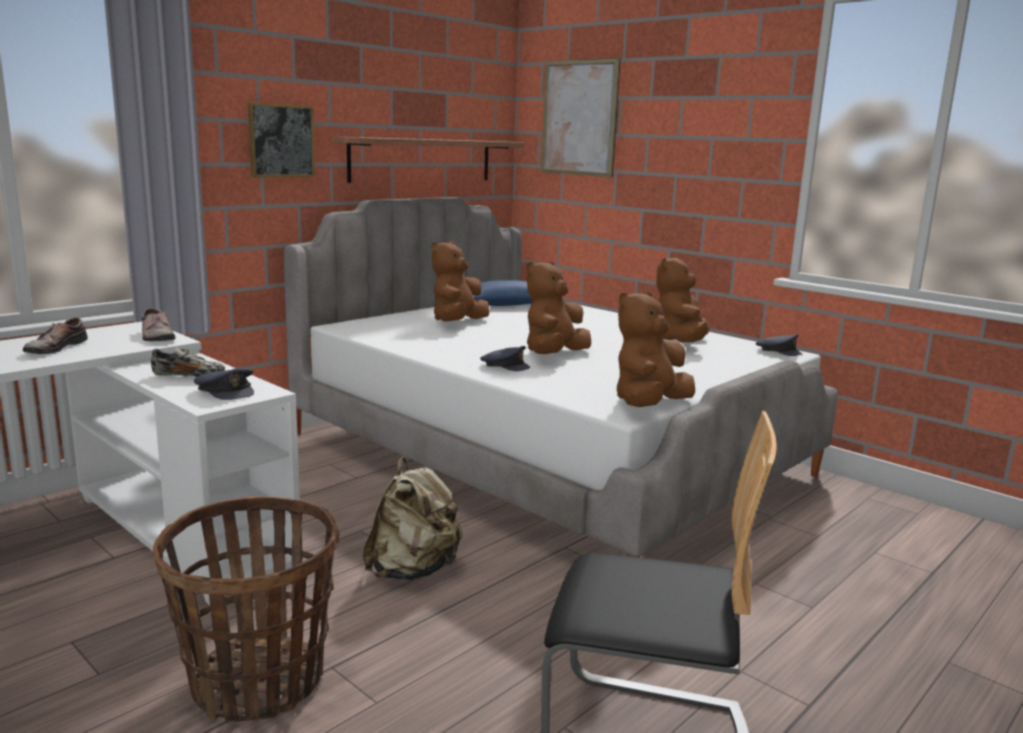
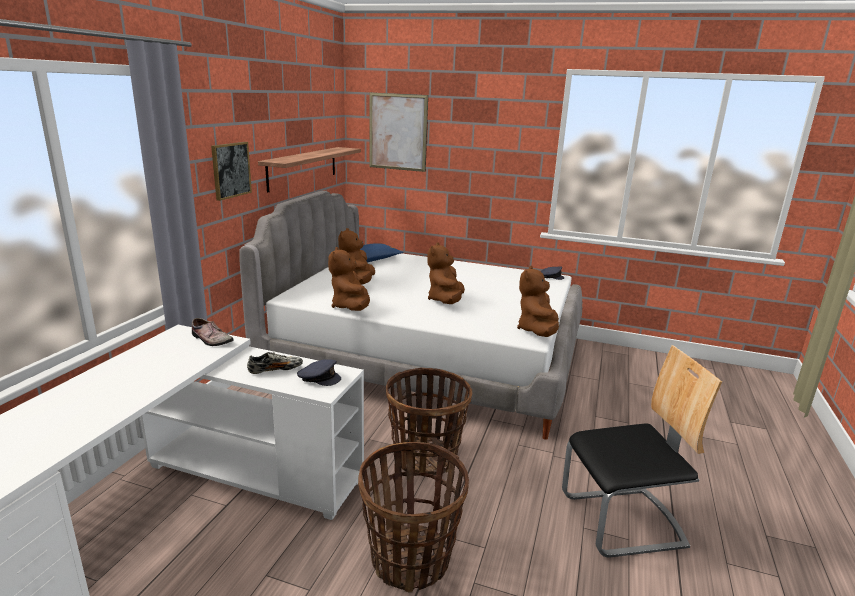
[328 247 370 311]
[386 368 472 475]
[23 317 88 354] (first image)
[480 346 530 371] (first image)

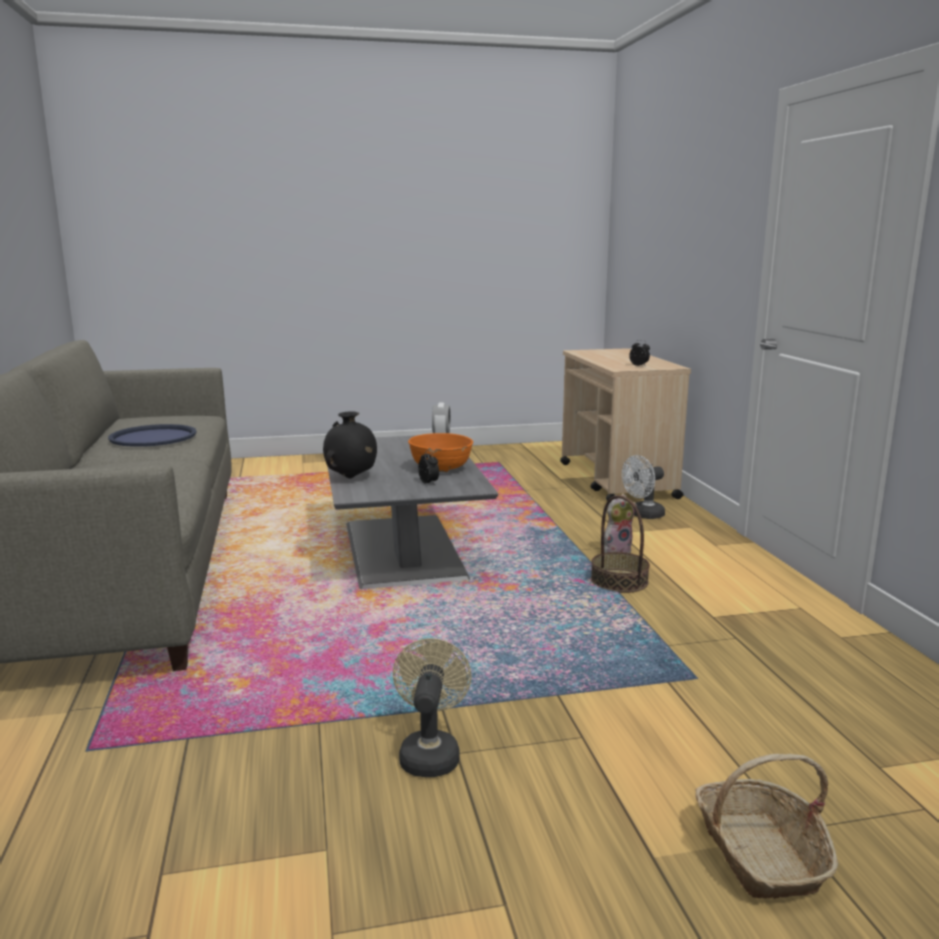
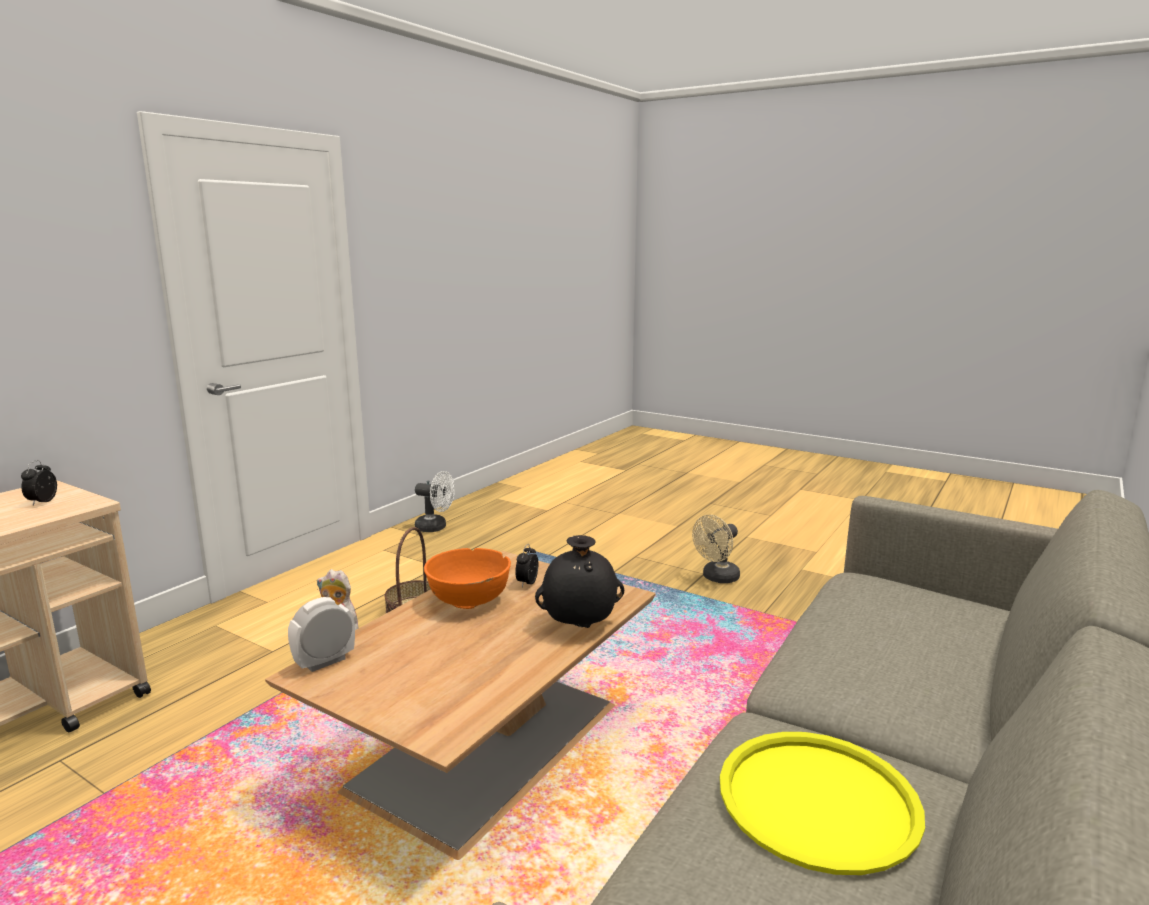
[265 551 656 860]
[415 471 455 532]
[720 732 925 875]
[695 754 838 899] (first image)

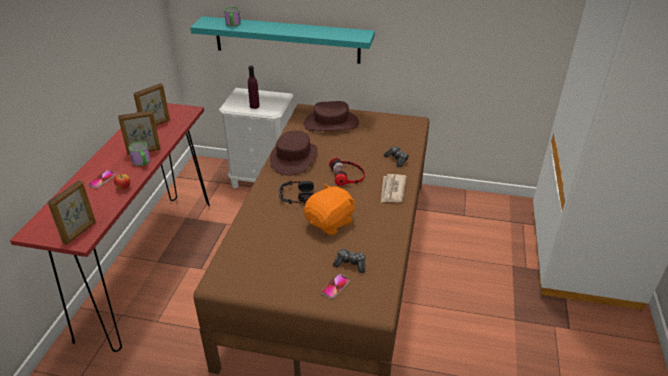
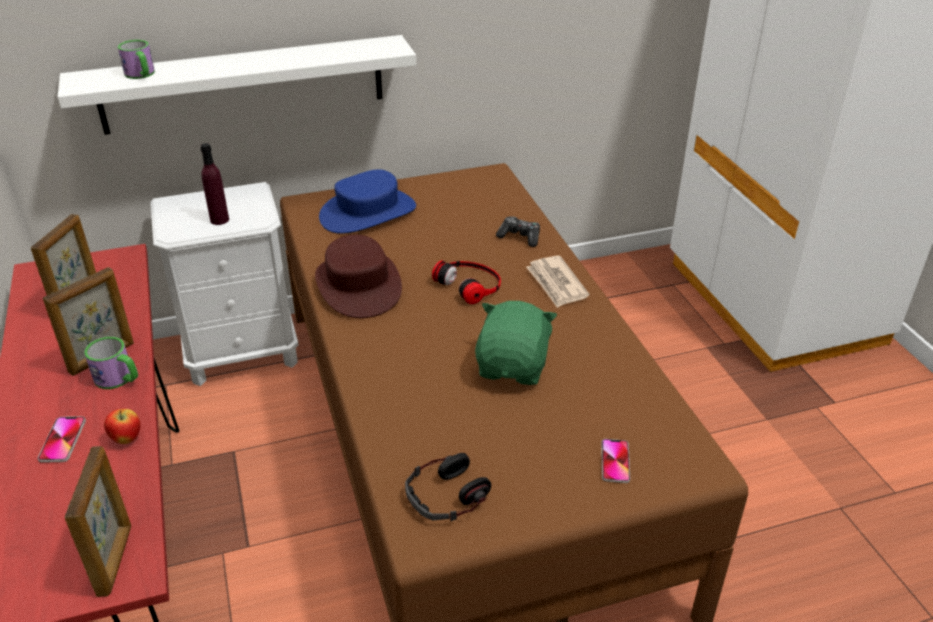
[57 35 416 135]
[319 169 416 234]
[405 453 491 521]
[475 301 557 385]
[333 249 366 273] (first image)

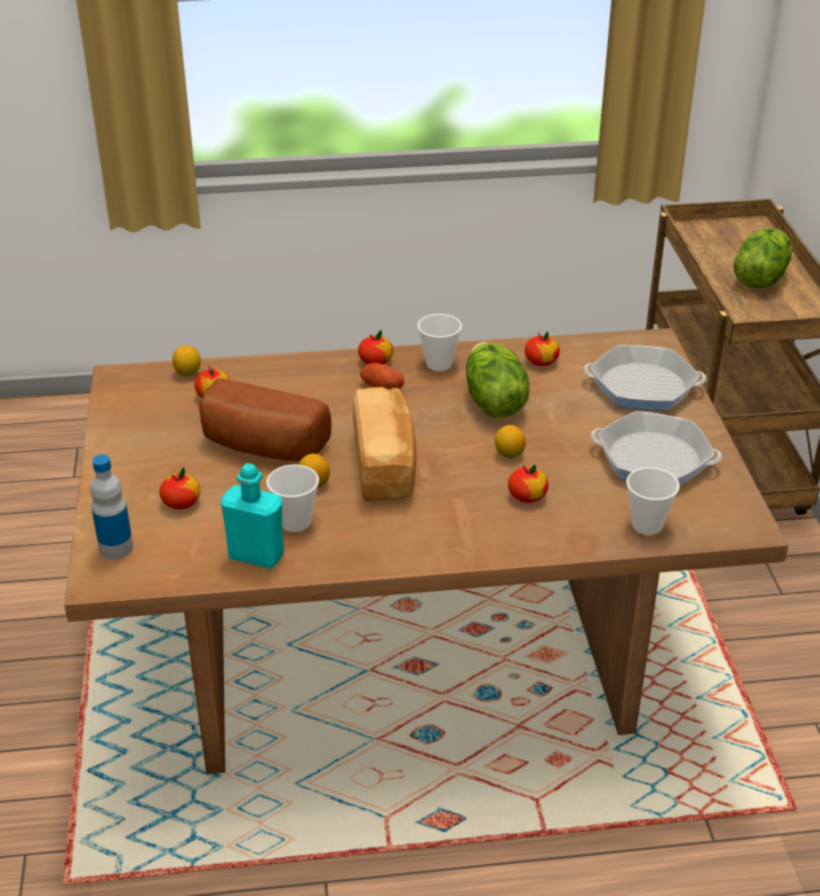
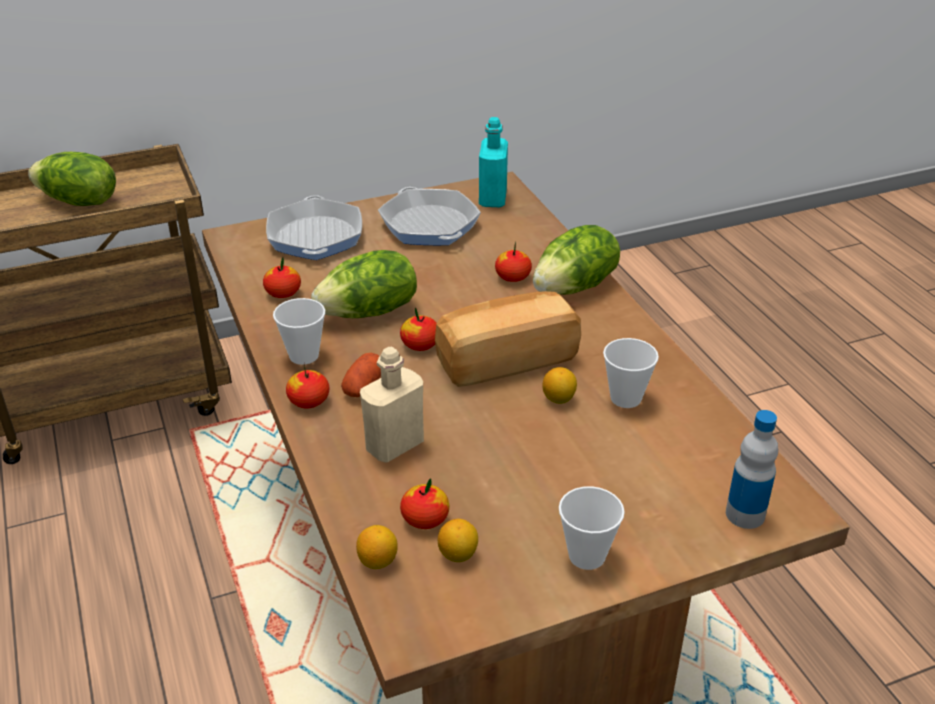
[360 347 424 463]
[378 187 481 245]
[400 308 437 351]
[438 519 478 562]
[479 117 508 207]
[533 225 620 295]
[559 486 625 570]
[199 378 331 461] (first image)

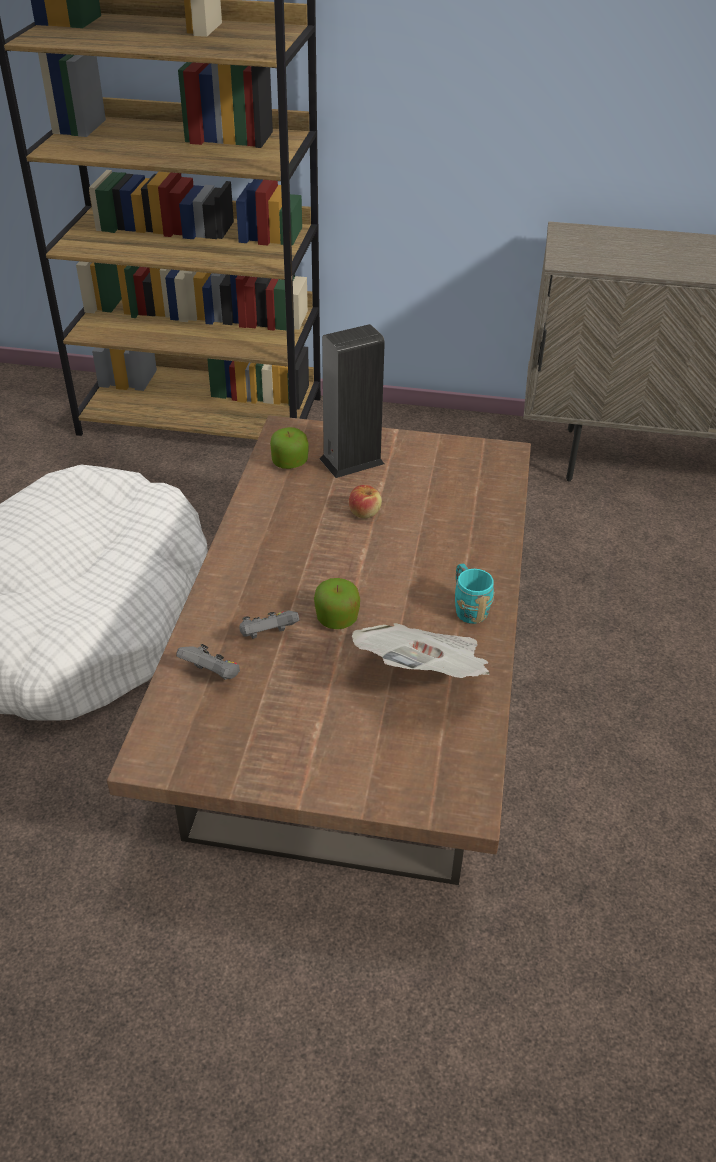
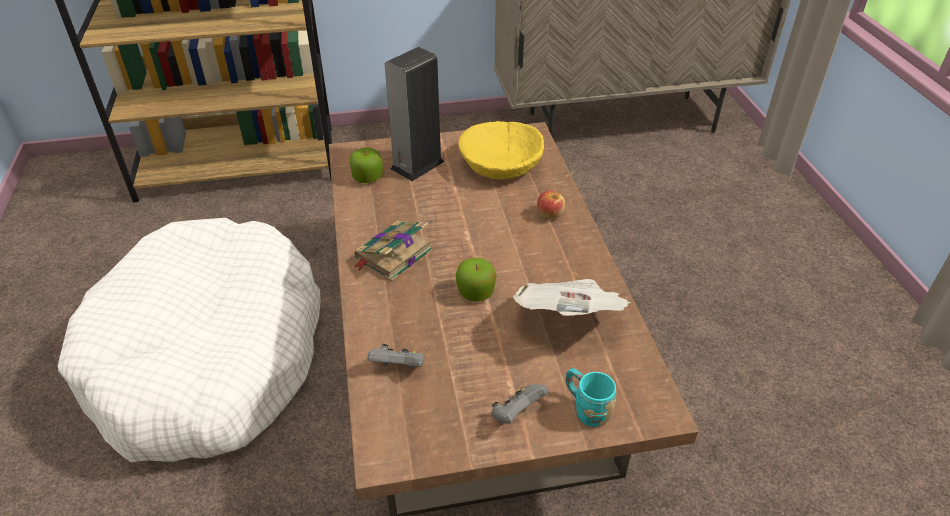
[353 221 433 281]
[458 121 544 180]
[492 384 549 424]
[537 191 565 219]
[566 368 616 427]

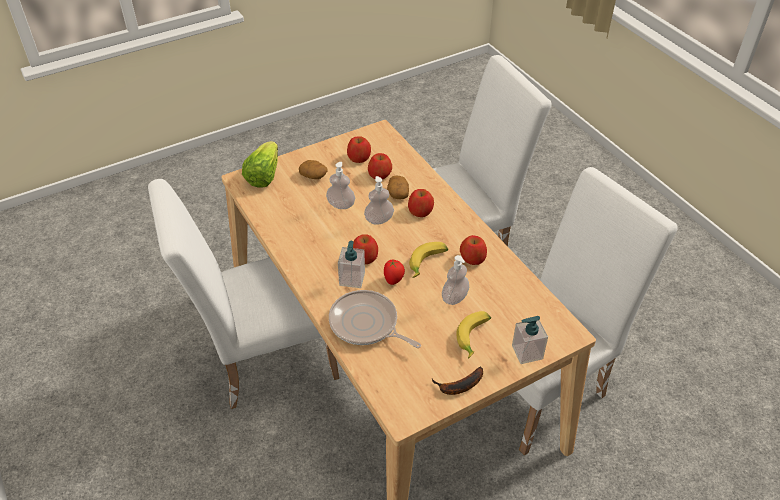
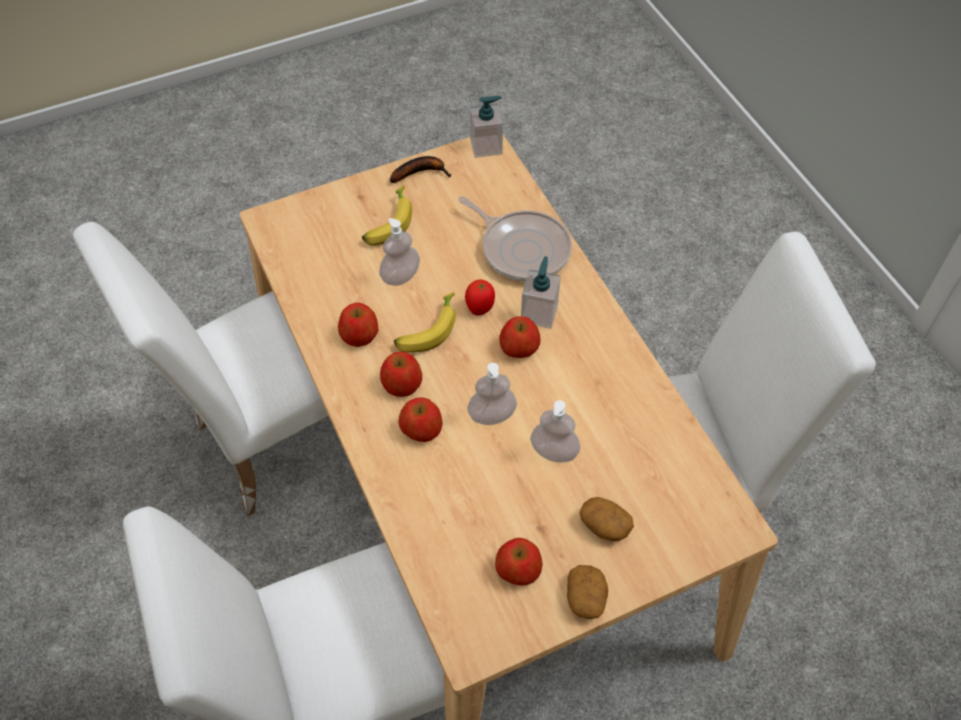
[380 351 422 397]
[470 96 503 158]
[567 565 608 619]
[242 141 278 188] (first image)

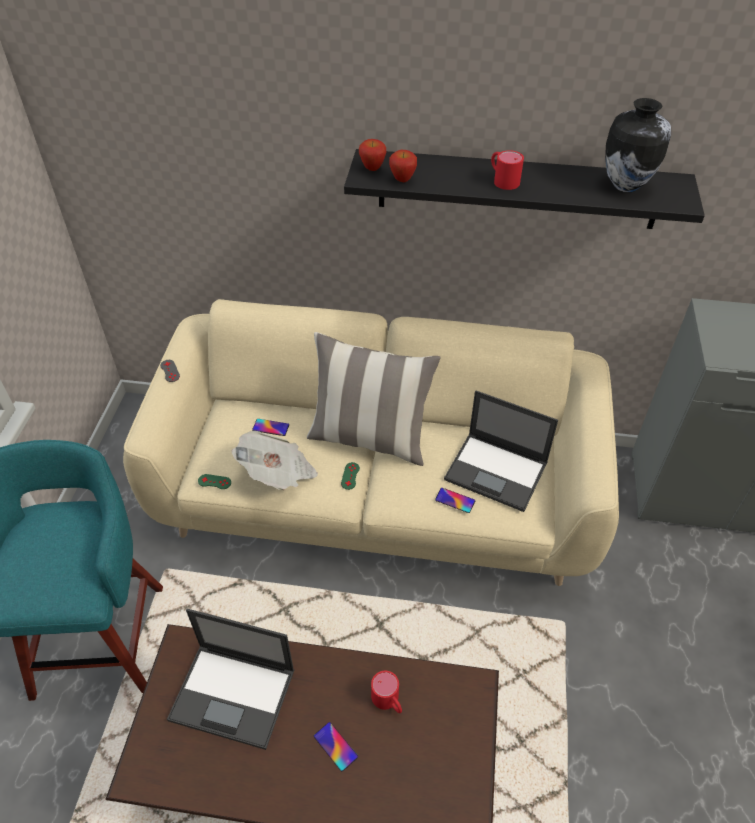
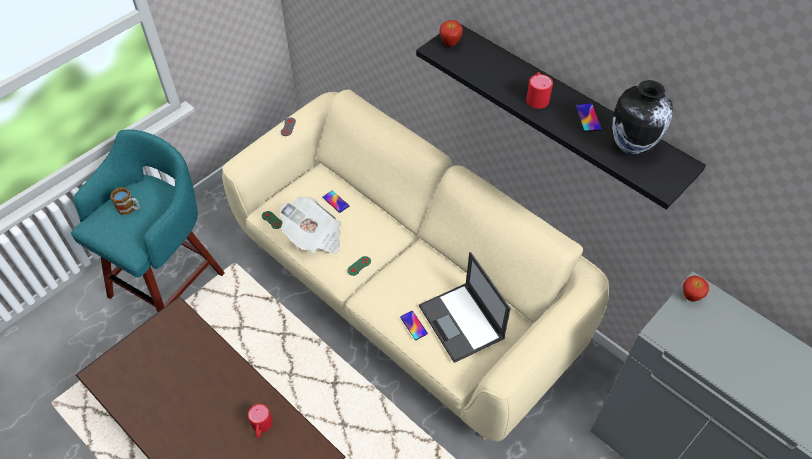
[110 187 140 215]
[575 103 602 132]
[683 276 709 302]
[167 609 294 750] (first image)
[307 332 441 466] (first image)

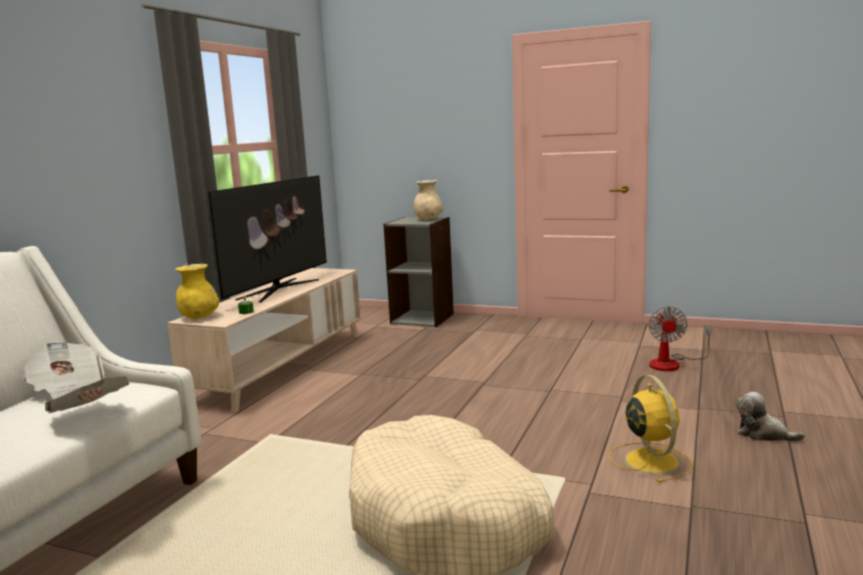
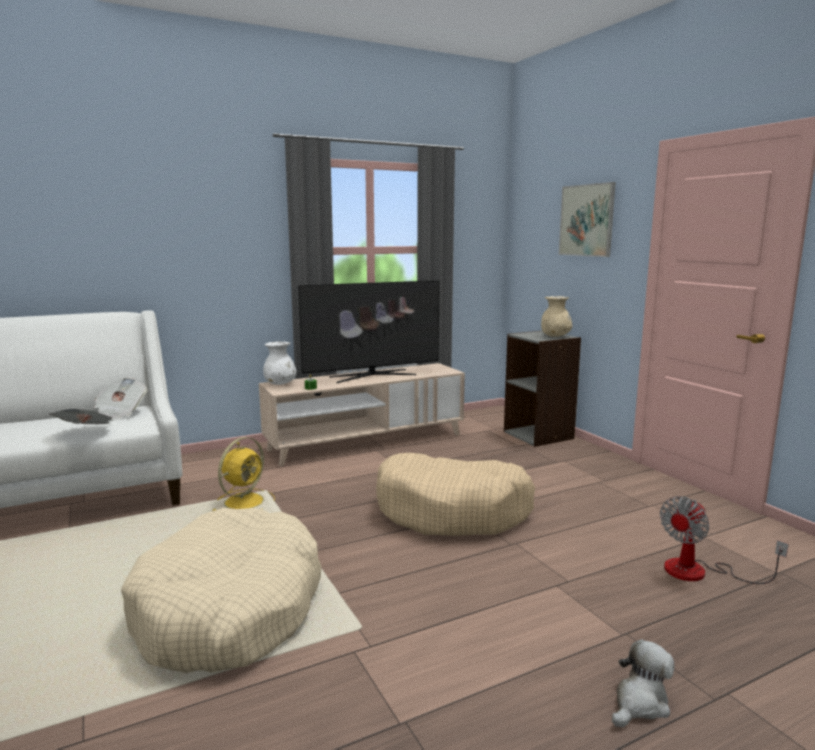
[213 437 275 511]
[263 341 297 385]
[376 453 535 536]
[559 182 616 257]
[612 640 675 727]

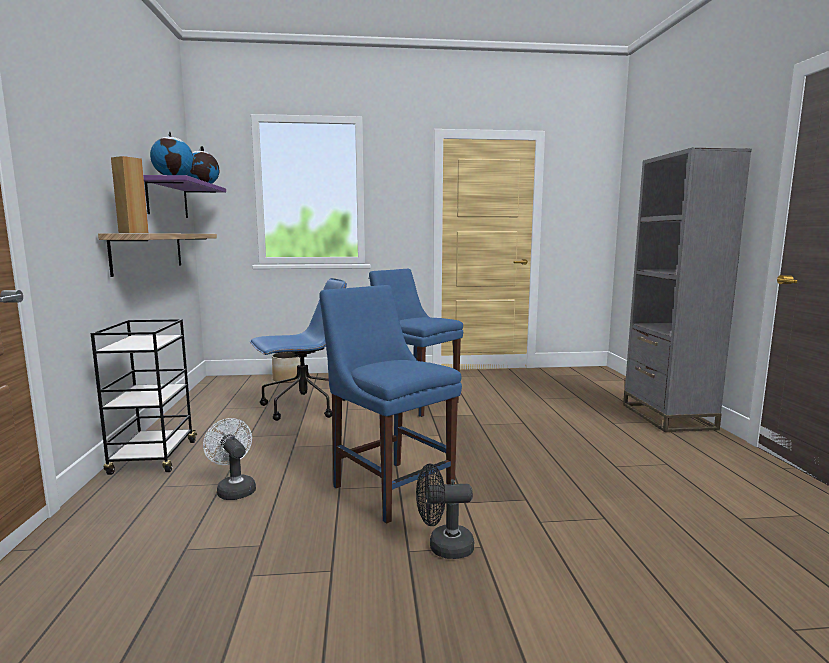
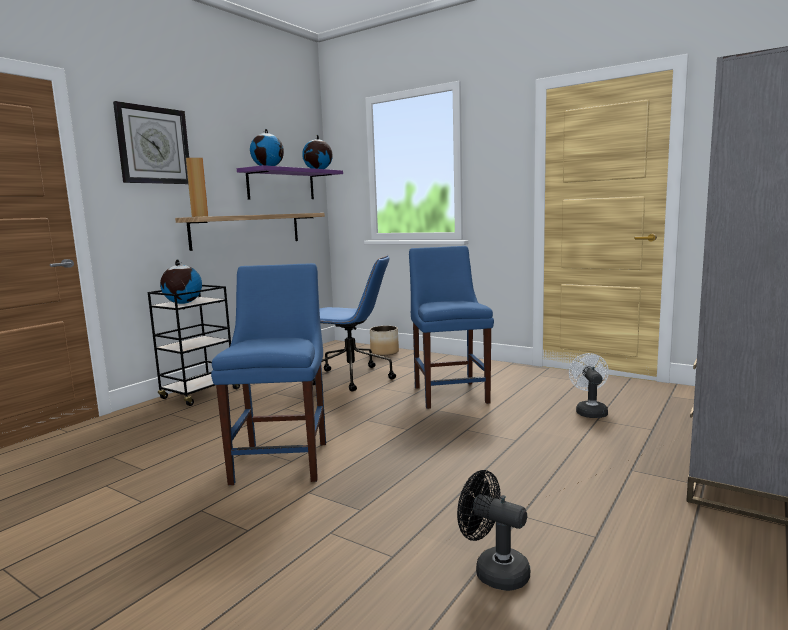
[113 101 189 184]
[160 259 202 304]
[457 470 530 591]
[569 353 609 418]

